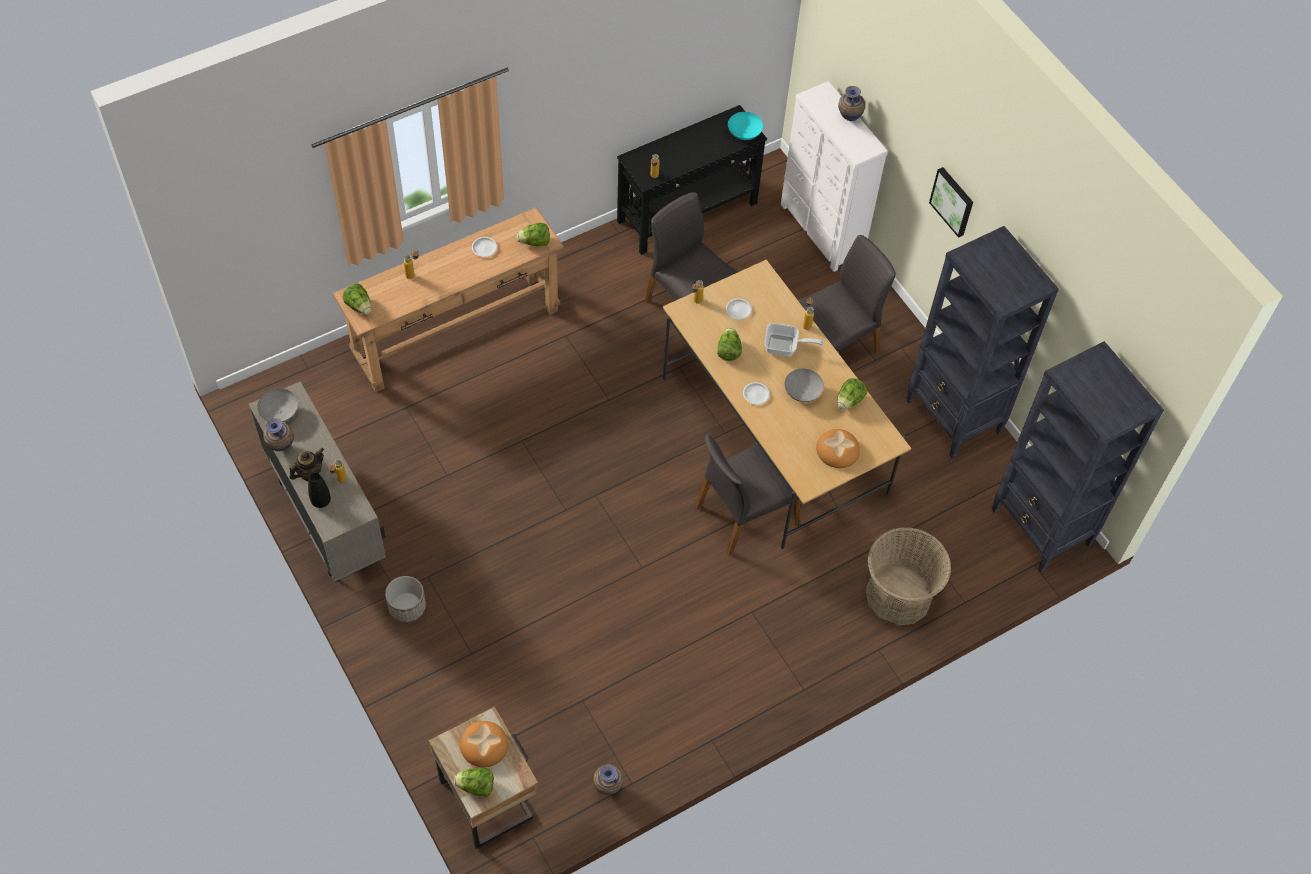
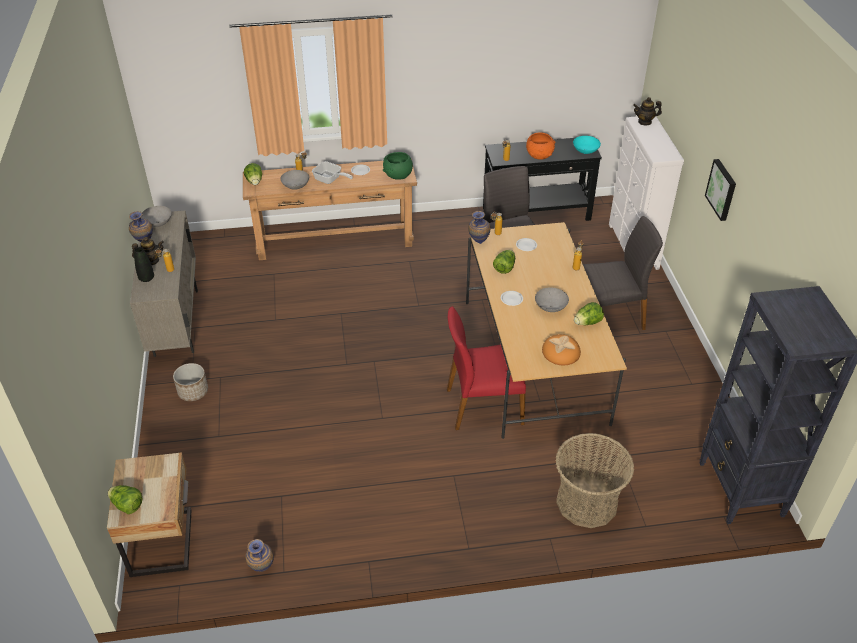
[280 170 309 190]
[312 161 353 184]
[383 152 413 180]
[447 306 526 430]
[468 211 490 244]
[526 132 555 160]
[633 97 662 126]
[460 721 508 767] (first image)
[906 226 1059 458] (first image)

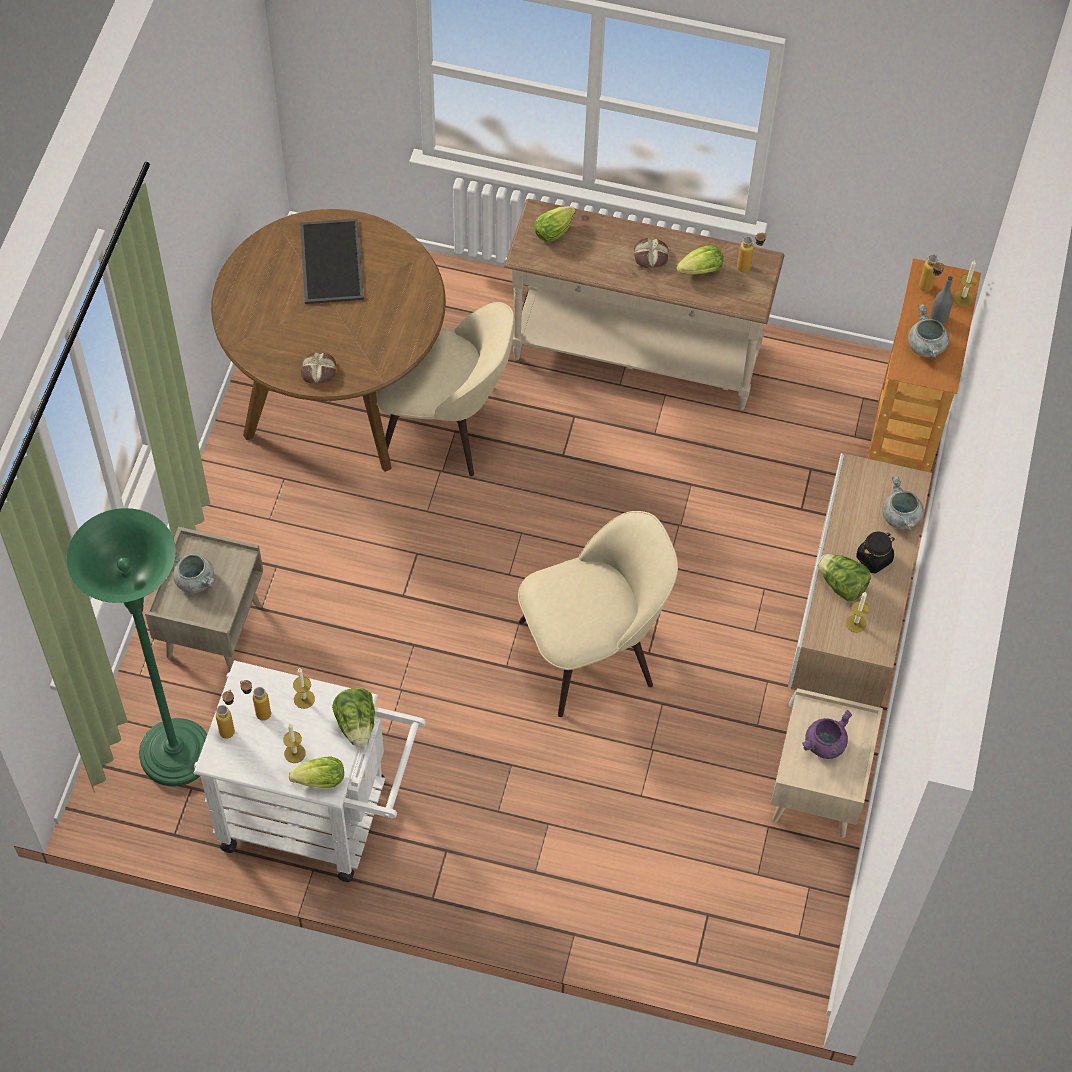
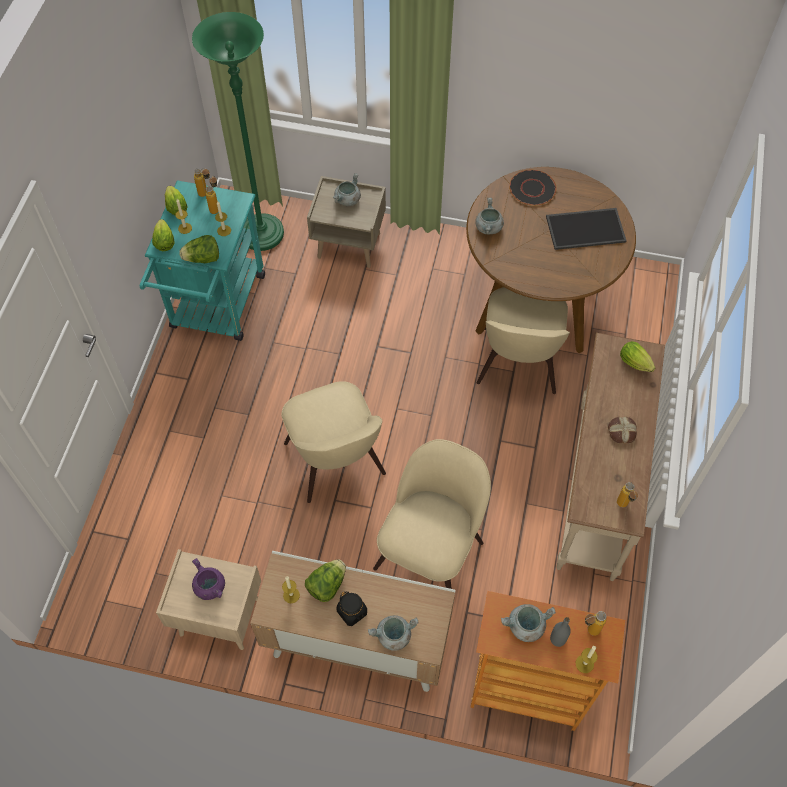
[140 180 265 341]
[165 186 188 215]
[373 439 491 589]
[475 198 504 234]
[509 170 556 206]

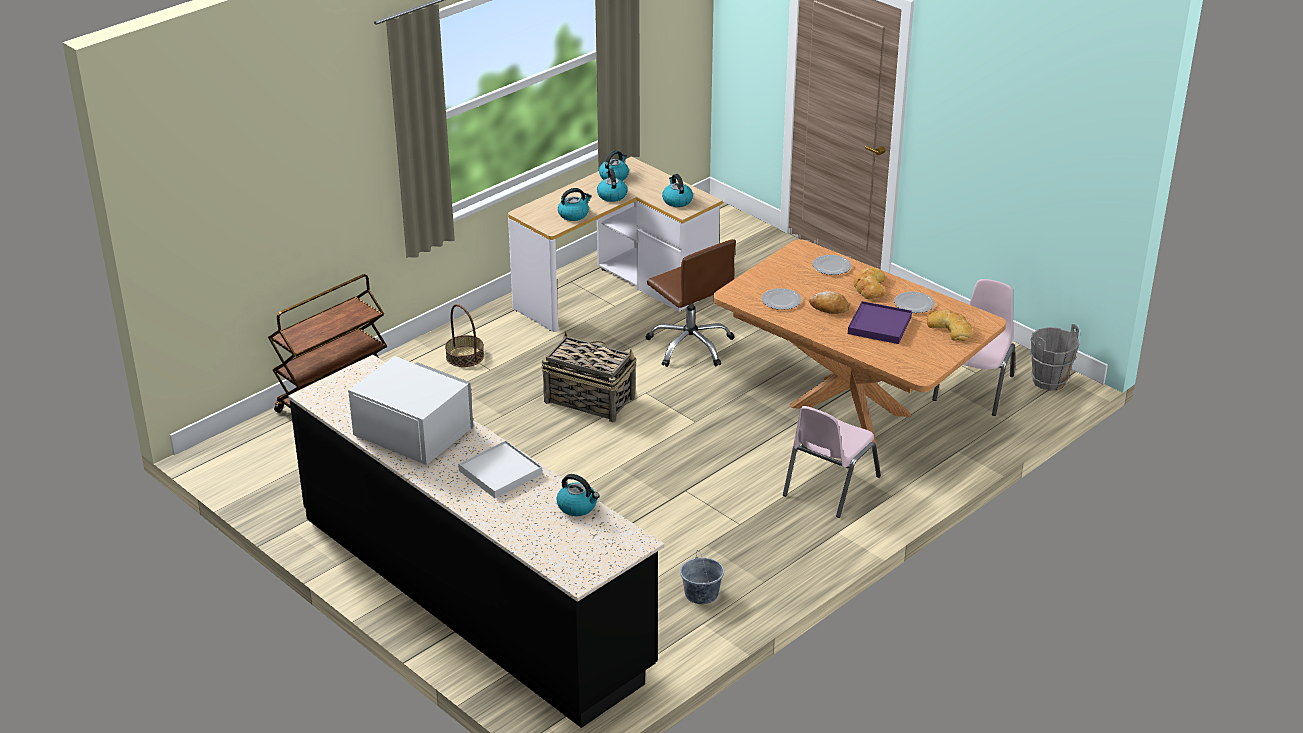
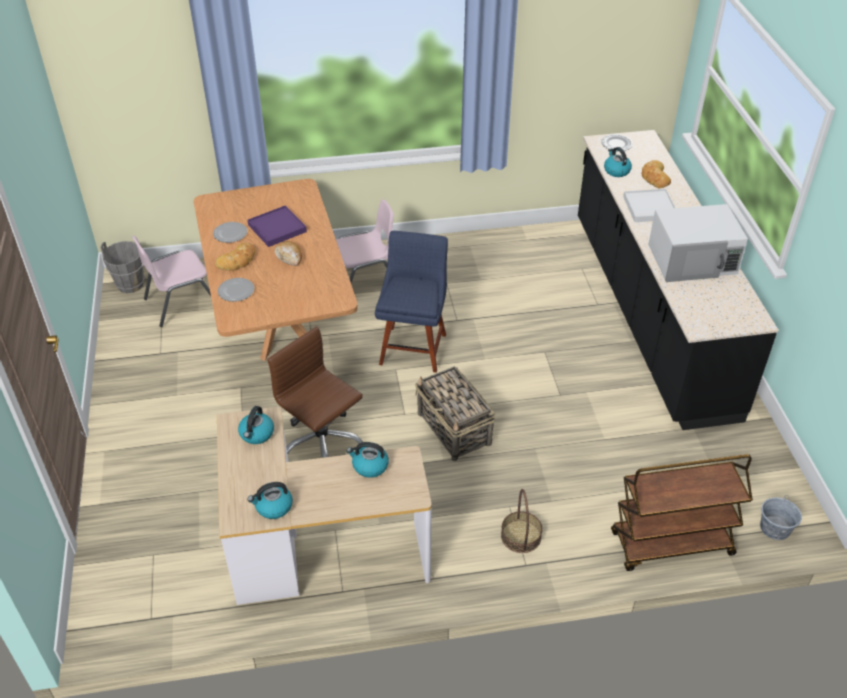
[267 326 363 458]
[375 231 448 373]
[601 134 633 151]
[642 160 671 188]
[648 204 748 282]
[760 496 802 540]
[597 168 628 202] (first image)

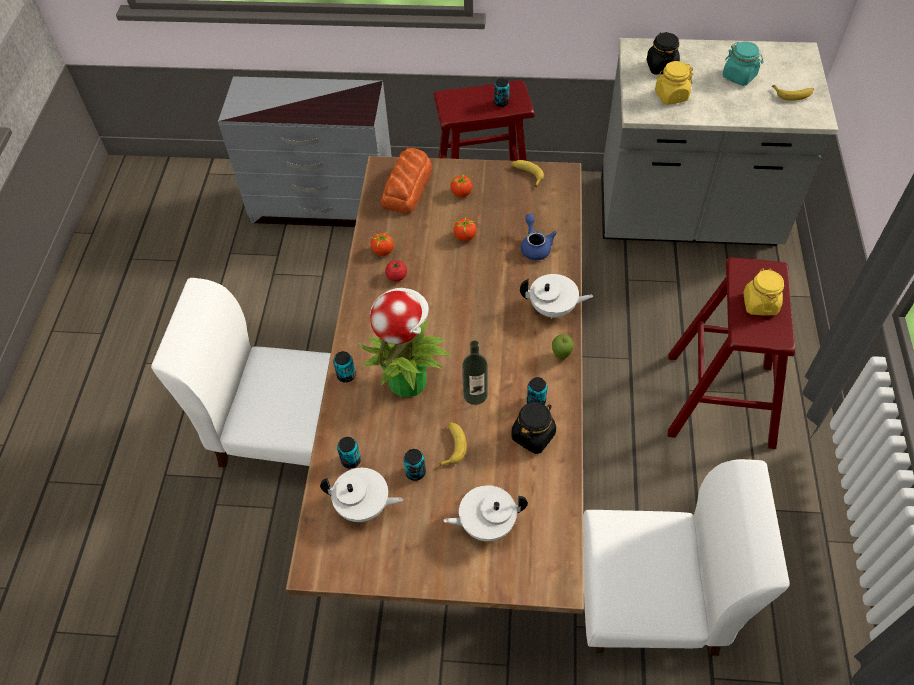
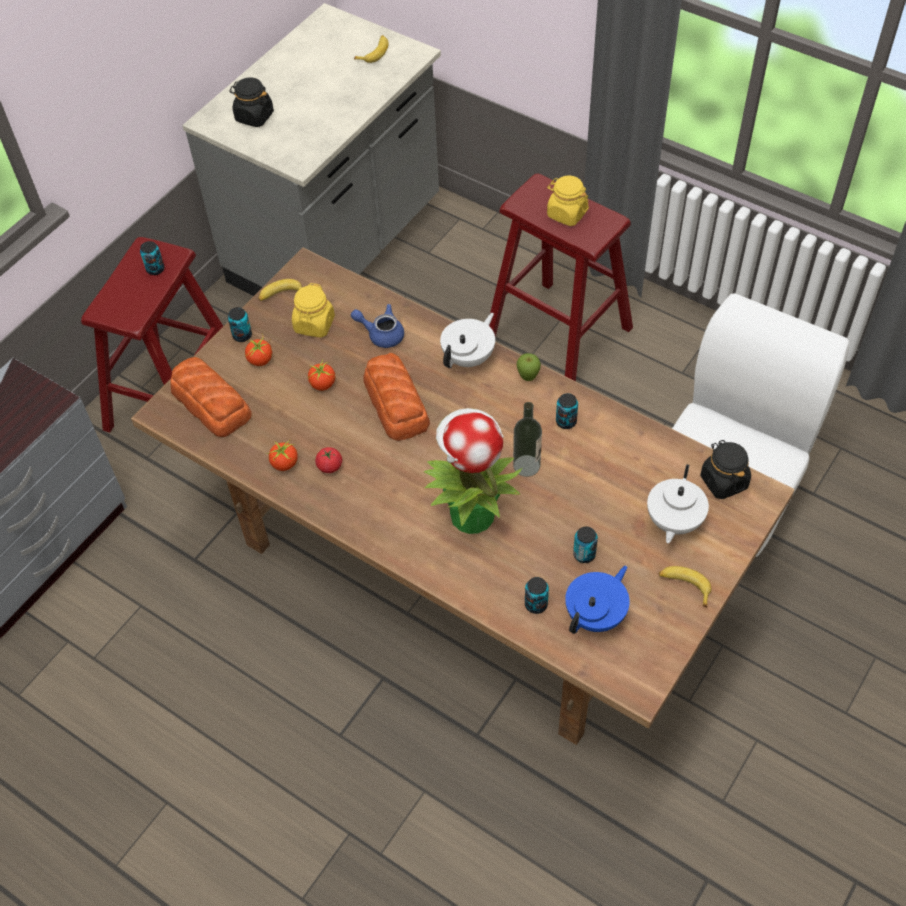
[228 307 252 342]
[292 283 335 338]
[363 353 430 441]
[565 565 630 634]
[658 566 712 608]
[700 440 751 499]
[151 278 331 468] (first image)
[723 42 764 86] (first image)

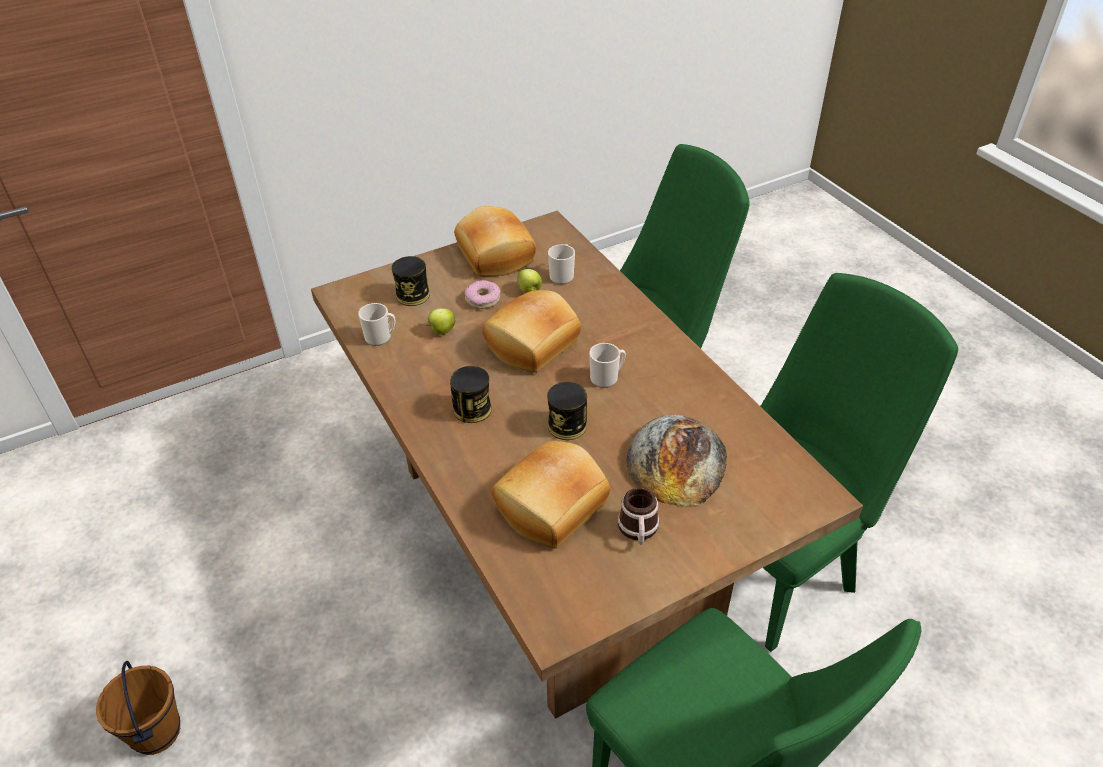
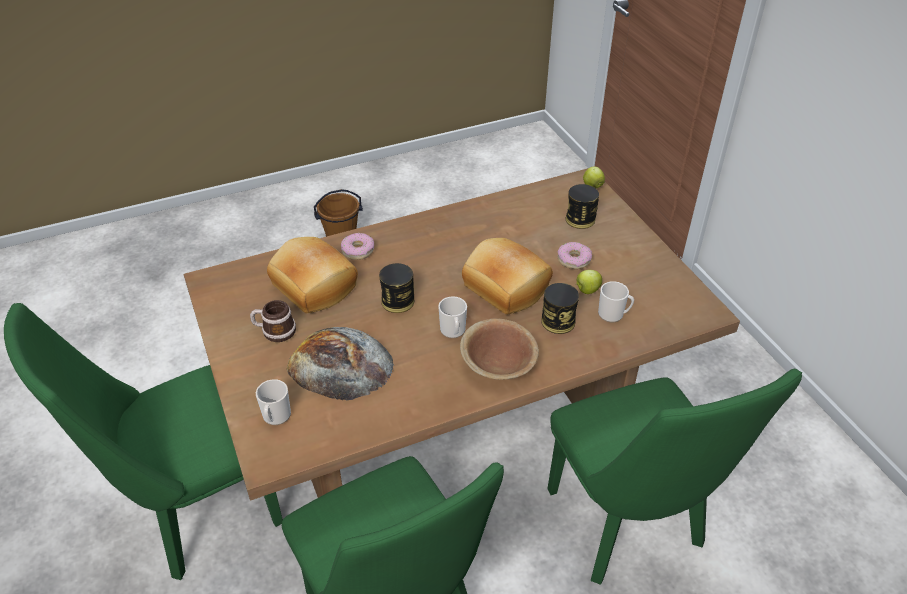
[256 379 291 425]
[341 233 374 260]
[460 318 539 380]
[541 283 579 334]
[583 166 605 189]
[454 206 536 277] (first image)

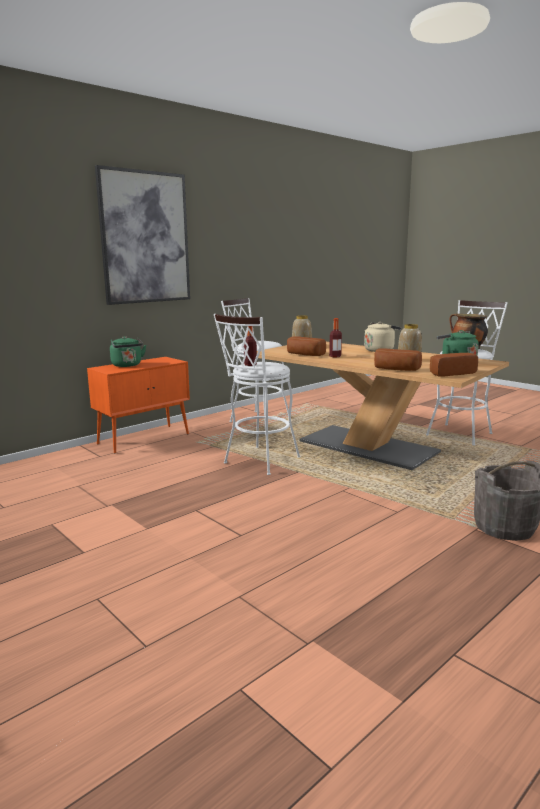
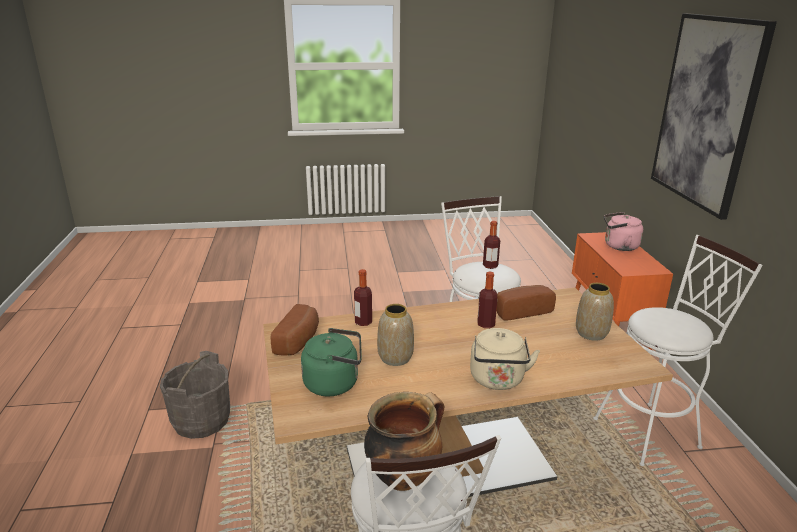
[354 269 372 326]
[604 212 643 251]

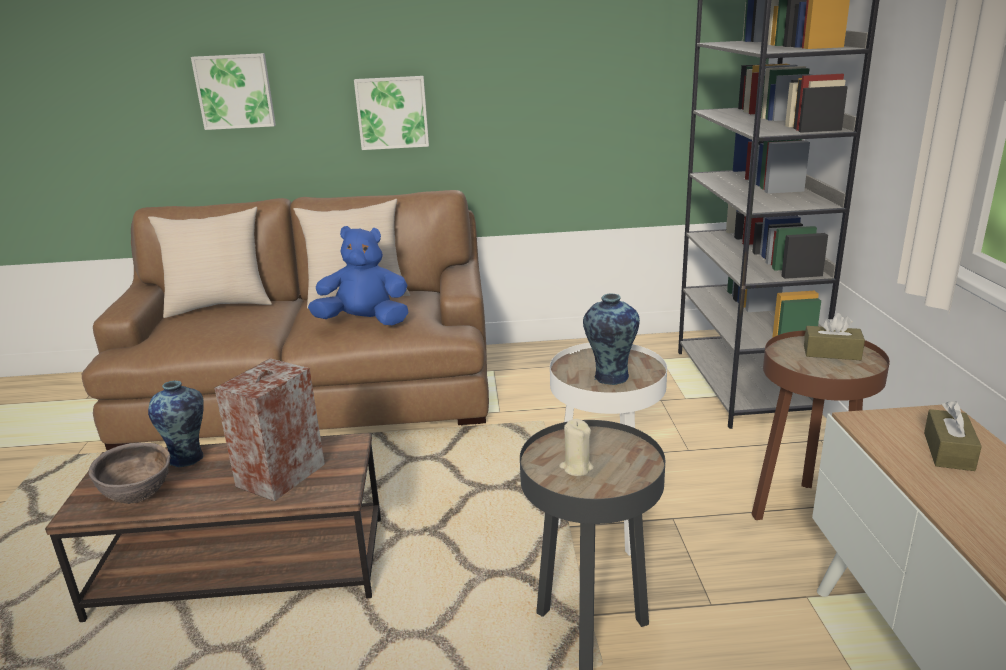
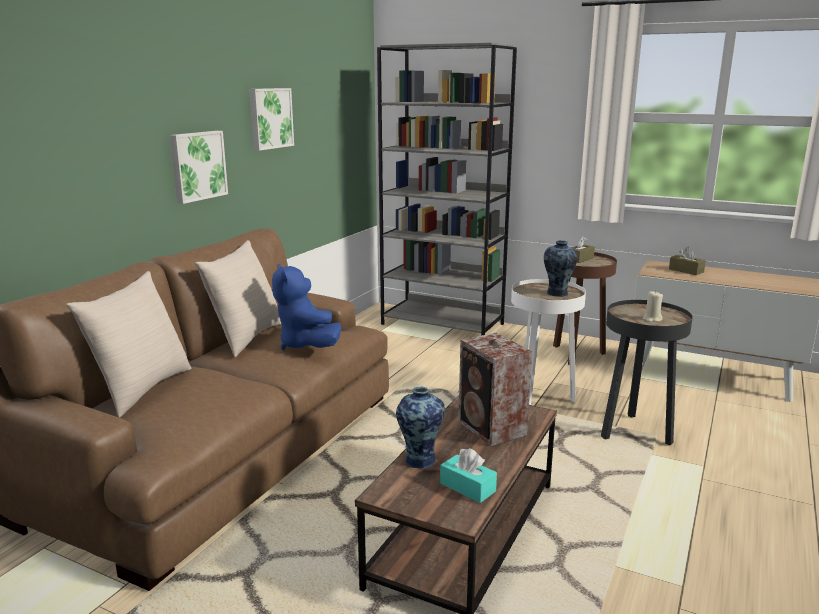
[249 88 294 151]
[272 264 341 350]
[440 448 497 503]

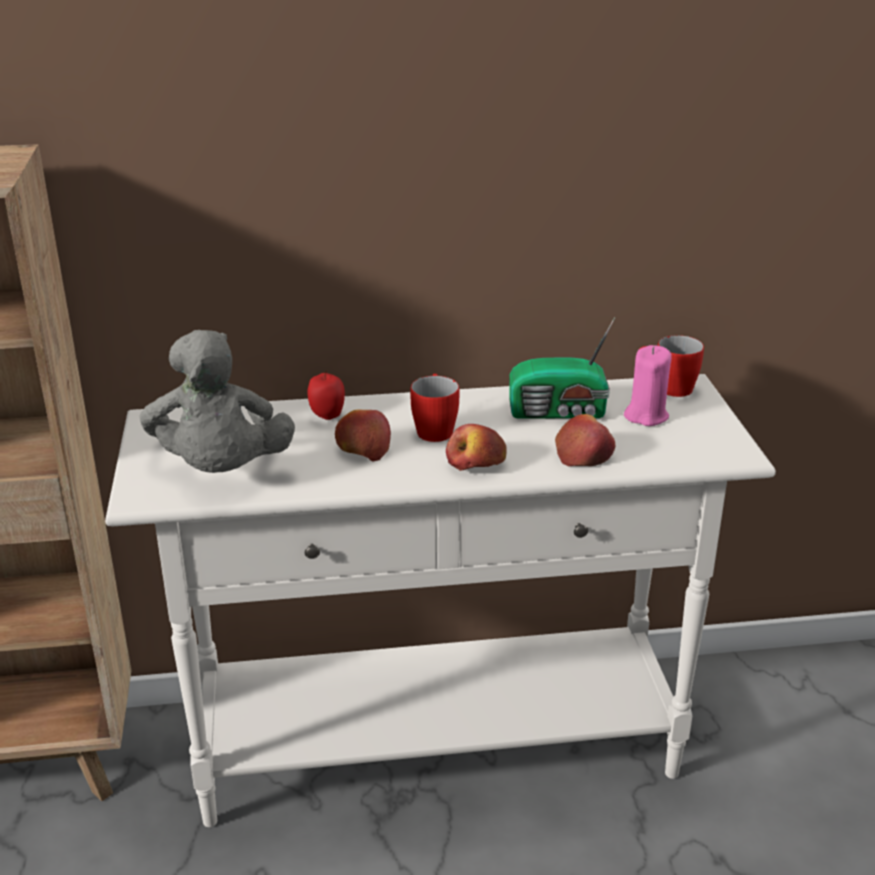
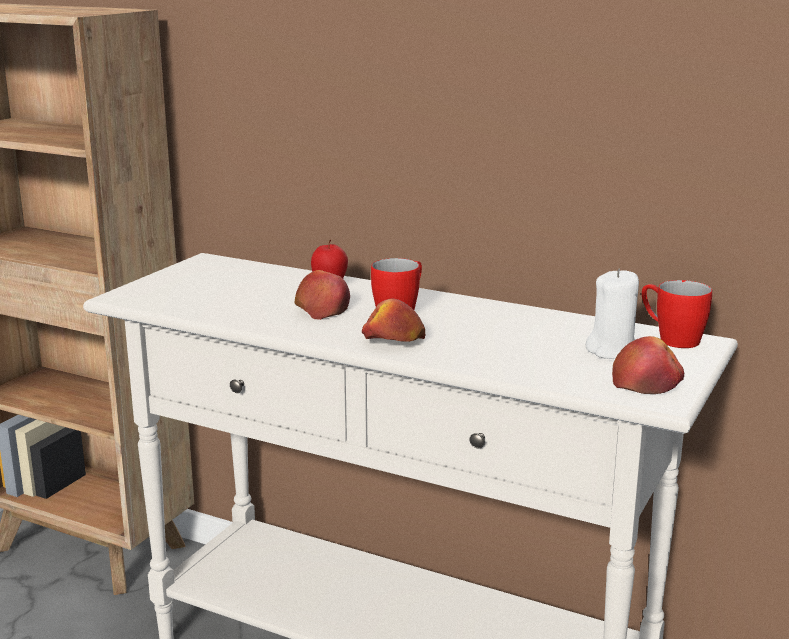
[586 269 639 359]
[612 336 684 394]
[139 330 295 473] (first image)
[509 317 615 419] (first image)

